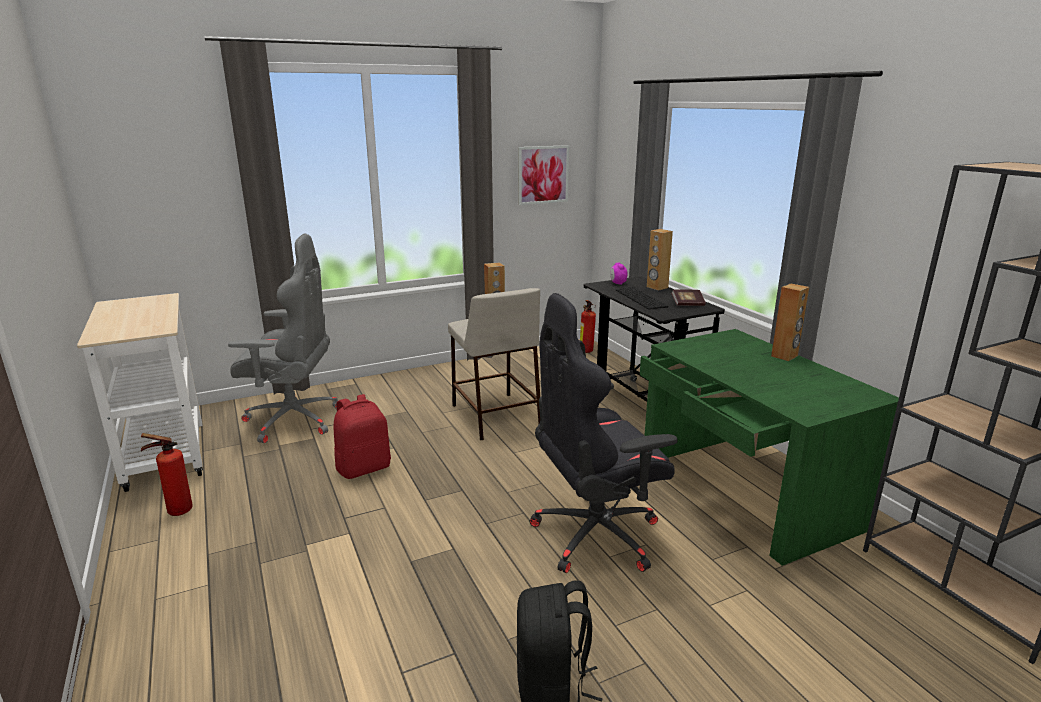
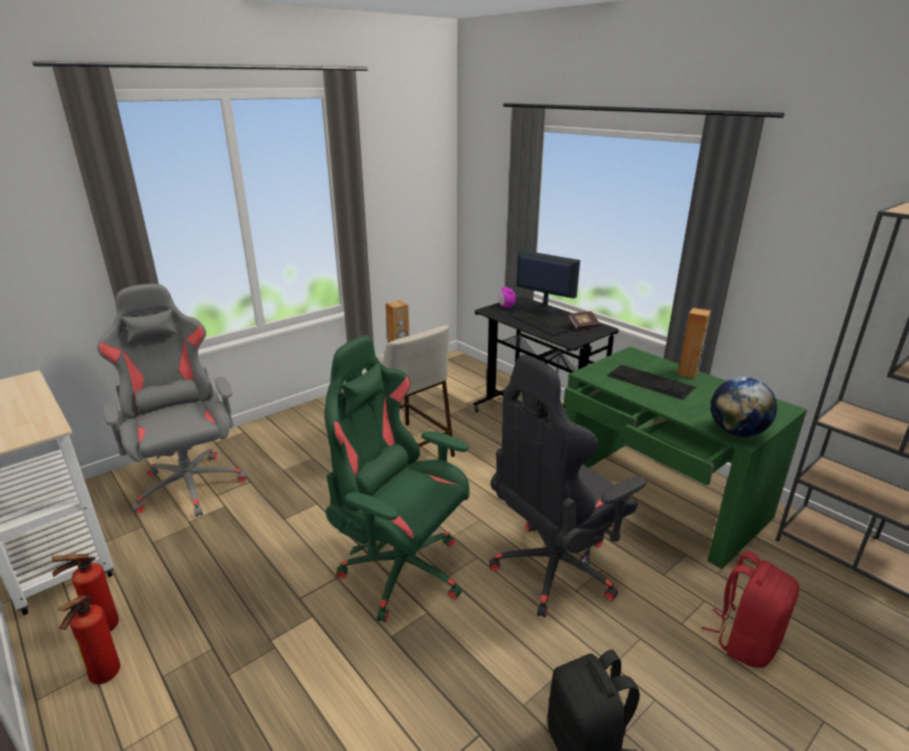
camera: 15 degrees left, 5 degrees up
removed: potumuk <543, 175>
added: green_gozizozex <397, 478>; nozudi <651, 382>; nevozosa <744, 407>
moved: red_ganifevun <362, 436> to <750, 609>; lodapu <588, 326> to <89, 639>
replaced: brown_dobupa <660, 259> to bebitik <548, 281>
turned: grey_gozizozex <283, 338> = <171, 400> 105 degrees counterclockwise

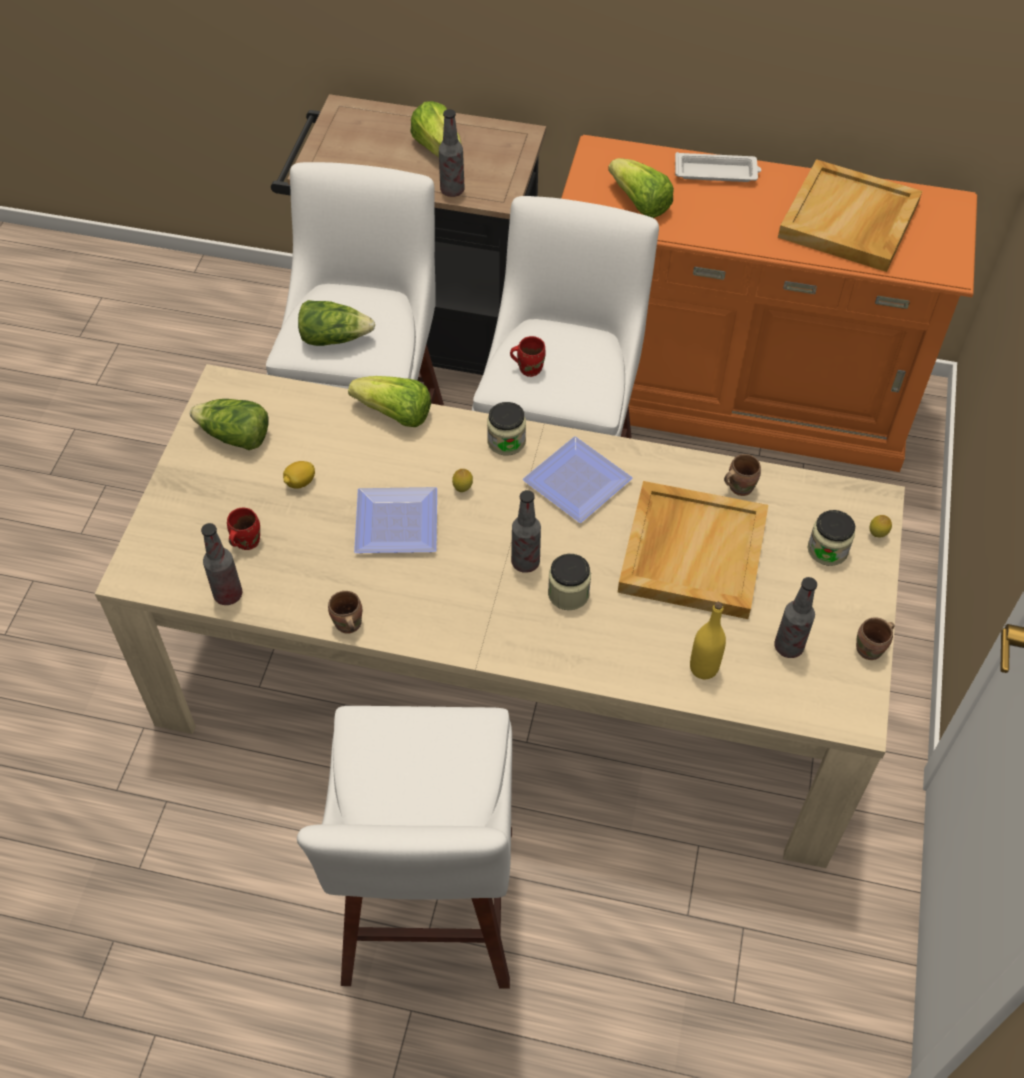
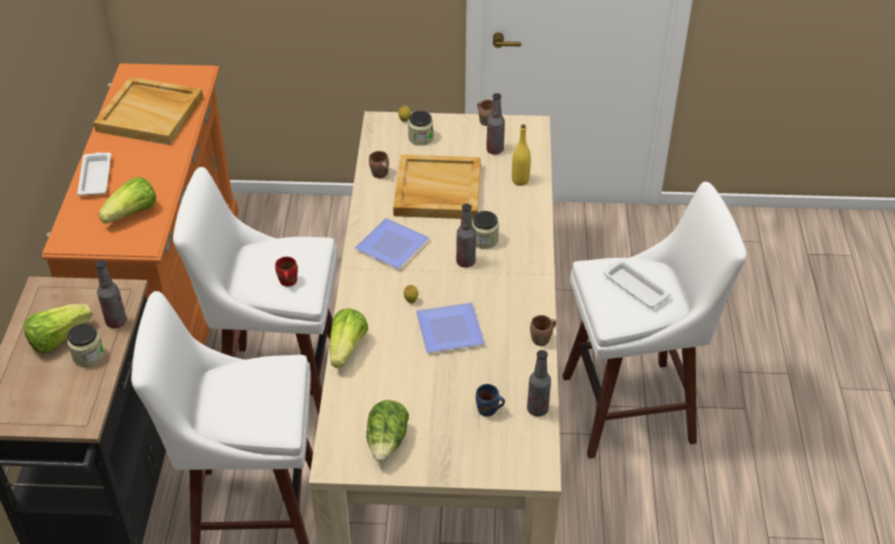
camera: 100 degrees left, 10 degrees down
removed: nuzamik <299, 475>; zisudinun <336, 323>
added: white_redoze <637, 284>
moved: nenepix <506, 428> to <85, 345>
recoloured: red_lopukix <243, 529> to blue_lopukix <490, 400>

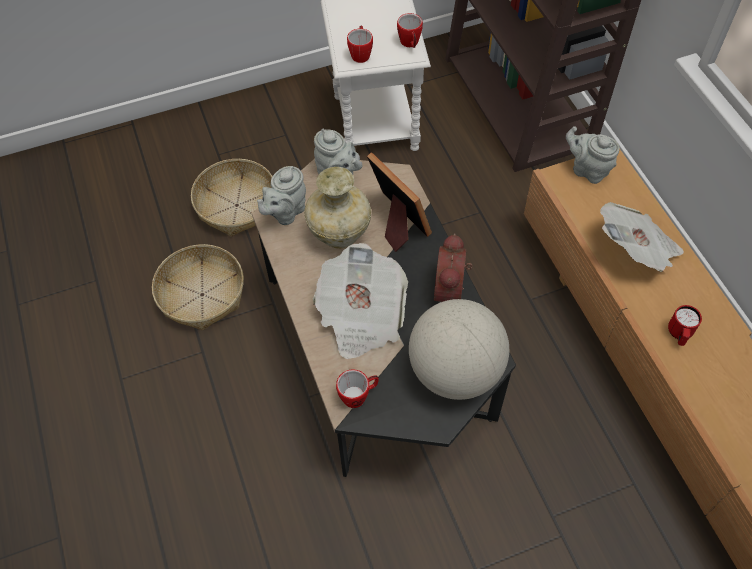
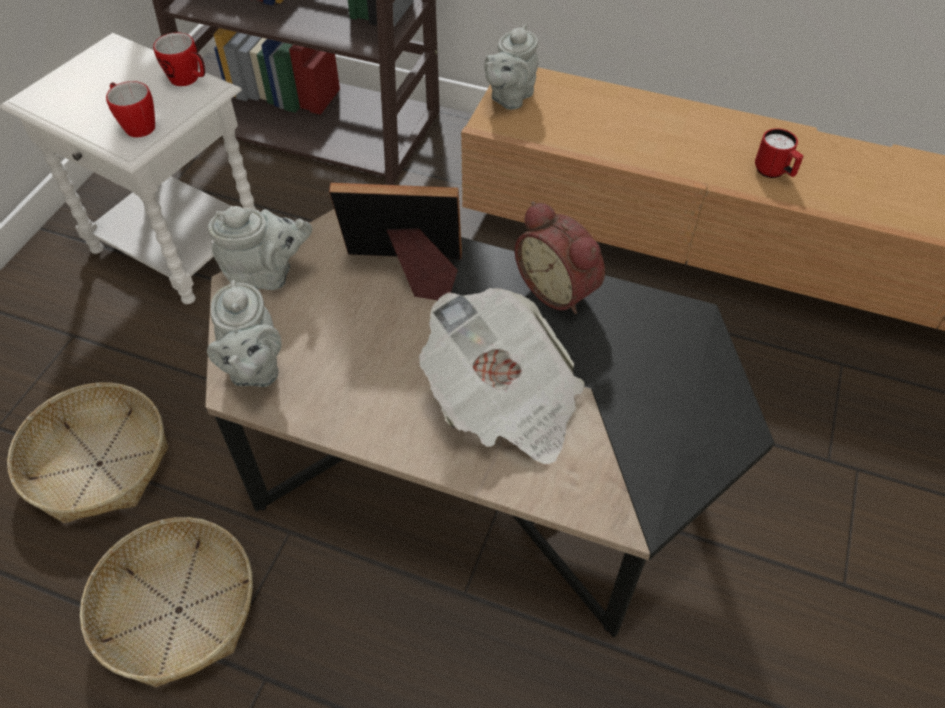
camera: 50 degrees left, 5 degrees down
removed: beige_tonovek <337, 208>; lopukix <357, 388>; nevozosa <459, 349>; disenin <642, 237>
turned: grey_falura <593, 155> = <511, 67> 45 degrees counterclockwise

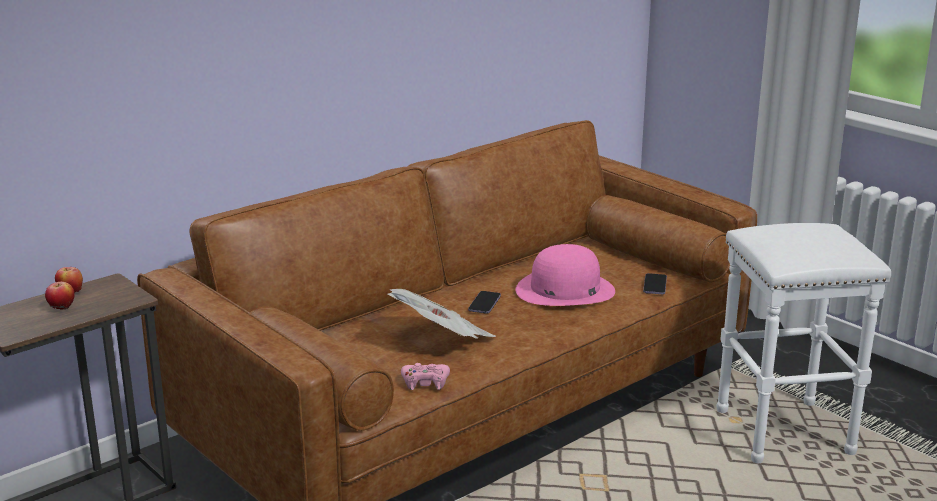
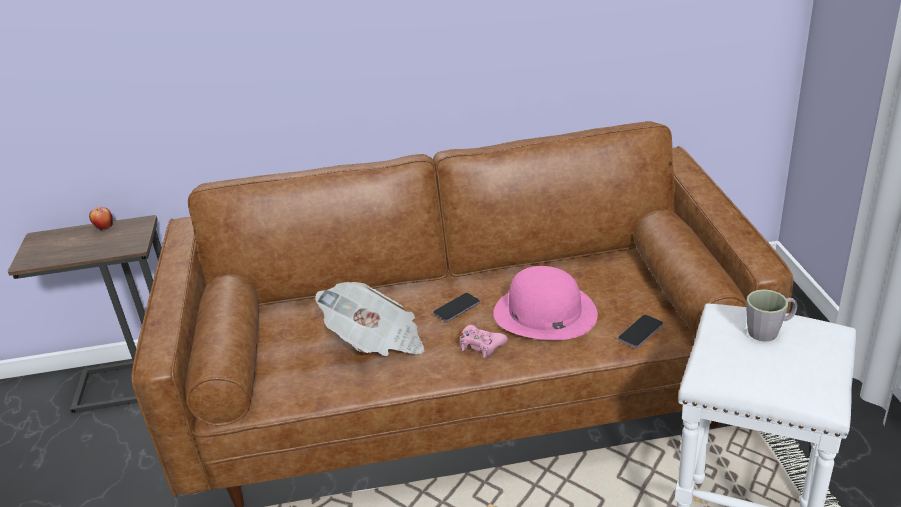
camera: 35 degrees right, 10 degrees up
removed: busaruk <59, 295>
added: grey_lopukix <771, 315>
moved: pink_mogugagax <425, 376> to <484, 341>

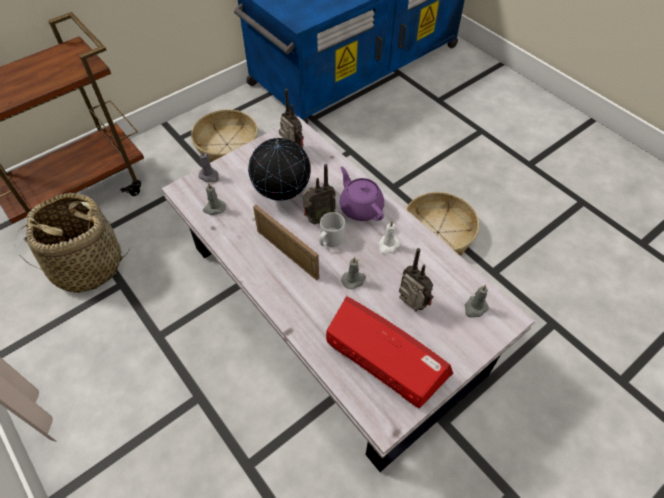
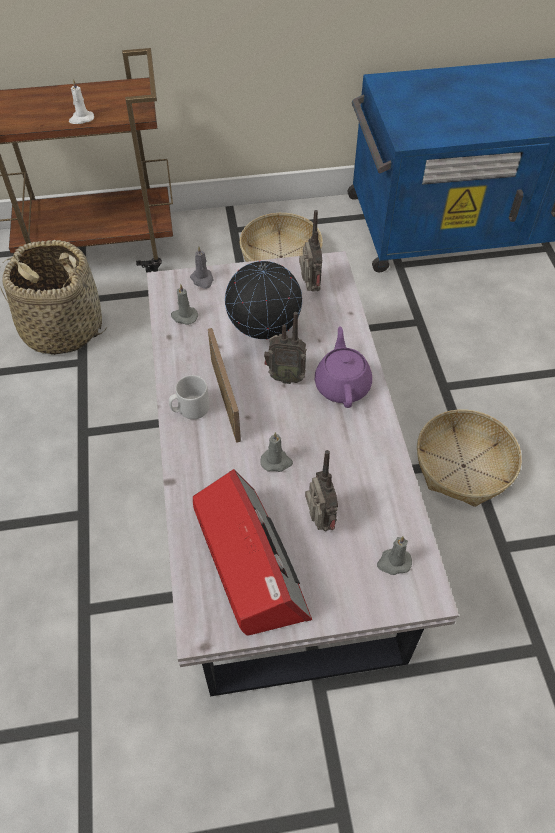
camera: 30 degrees right, 0 degrees up
moved: grey_lopukix <332, 229> to <189, 397>; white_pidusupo <389, 238> to <81, 101>

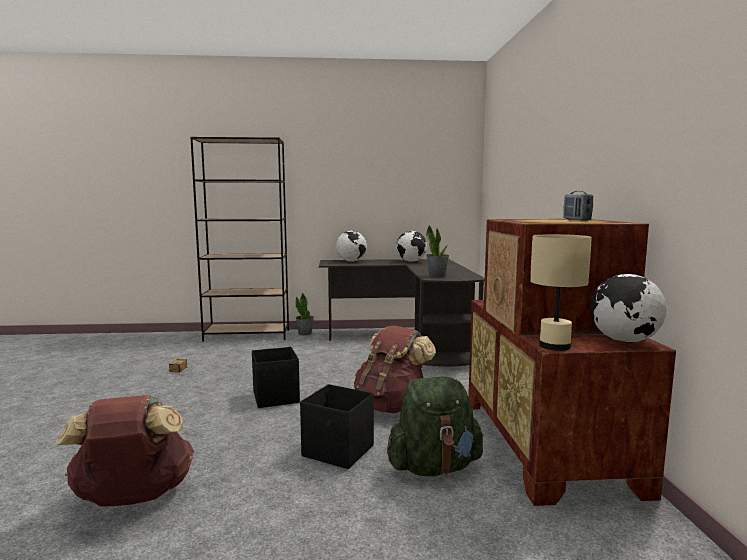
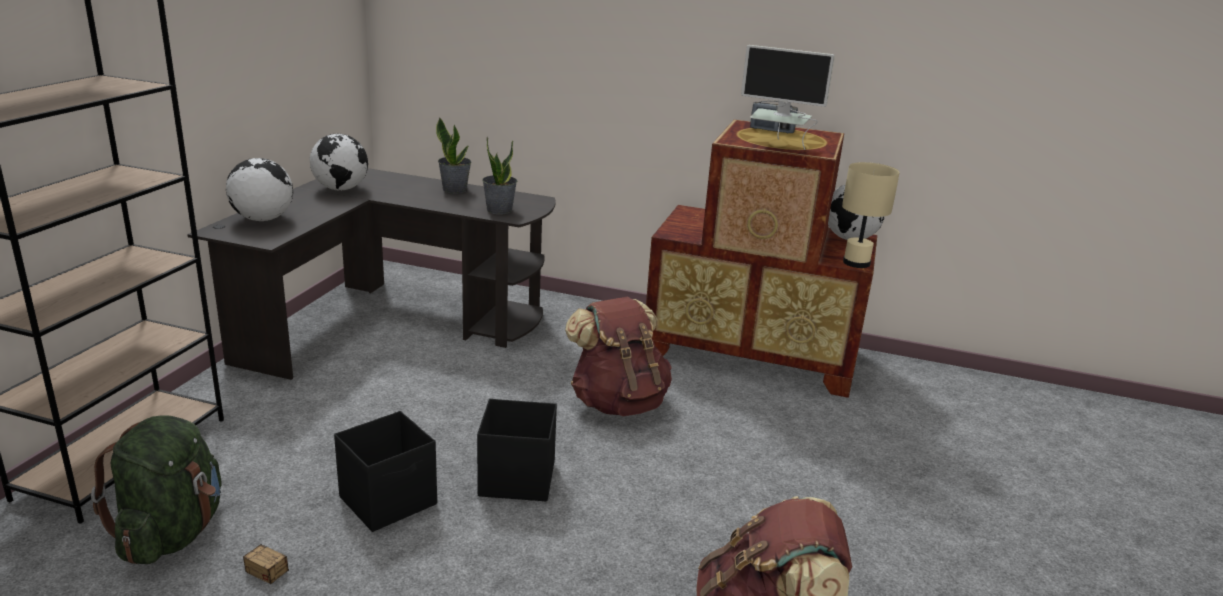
camera: 70 degrees left, 15 degrees up
added: bebitik <788, 97>
moved: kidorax <305, 314> to <453, 155>; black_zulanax <337, 426> to <385, 471>; green_ganifevun <435, 426> to <156, 489>

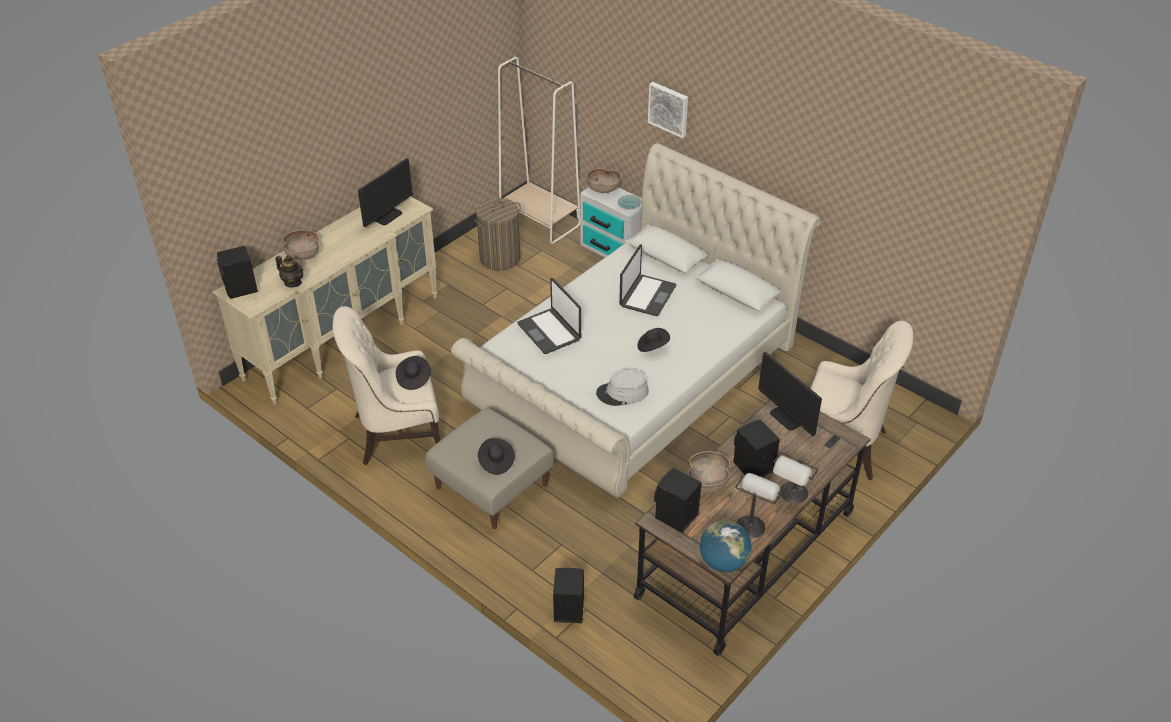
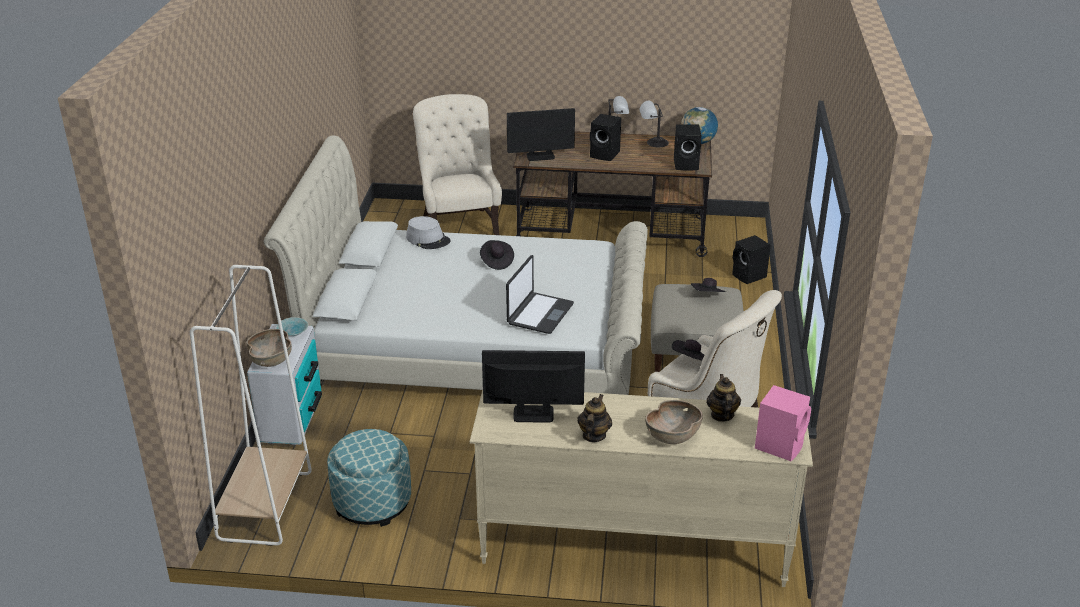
camera: 125 degrees left, 10 degrees down
removed: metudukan <647, 280>; potumuk <668, 110>; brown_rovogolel <709, 472>
added: falura <594, 418>
moved: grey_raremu <622, 387> to <428, 232>
replaced: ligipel <497, 234> to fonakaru <369, 478>
recoloured: black_dobupa <237, 272> to pink_dobupa <783, 423>
turned: bebitik <790, 394> = <541, 134> 60 degrees clockwise

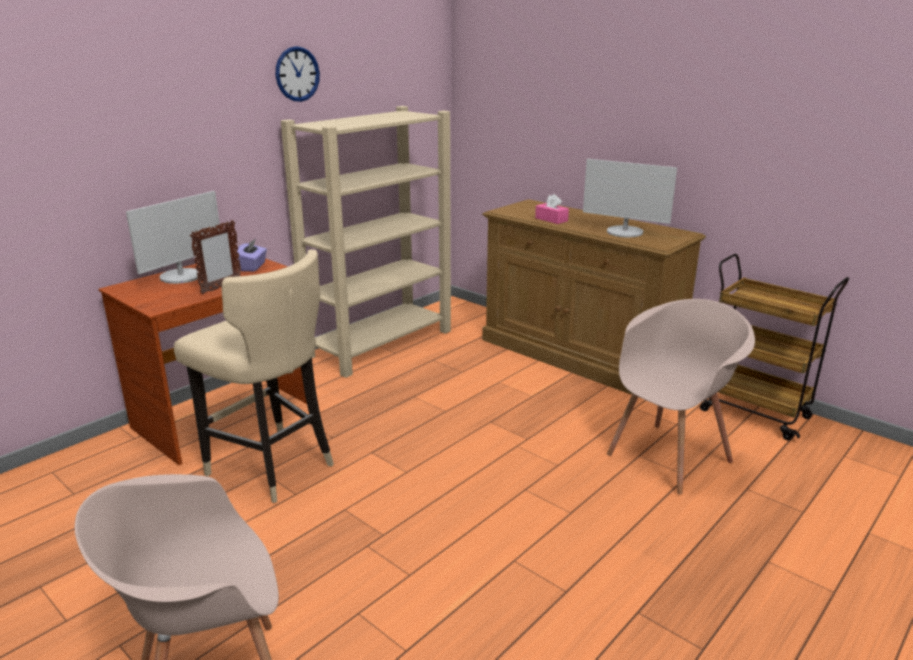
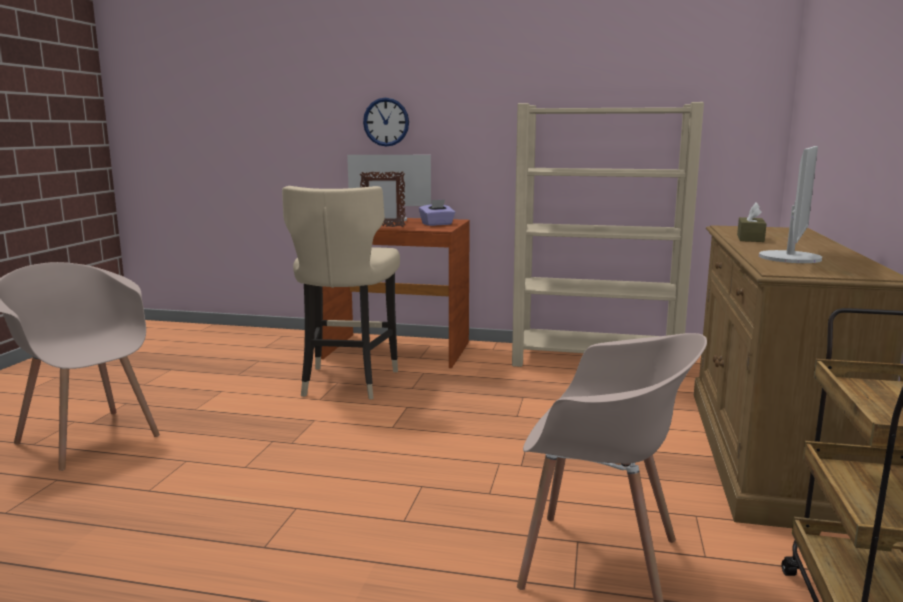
camera: 60 degrees right, 10 degrees down
moved: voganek <298, 74> to <386, 122>
recoloured: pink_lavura <552, 209> to brown_lavura <752, 222>
turned: bebitik <630, 198> = <790, 204> 150 degrees counterclockwise

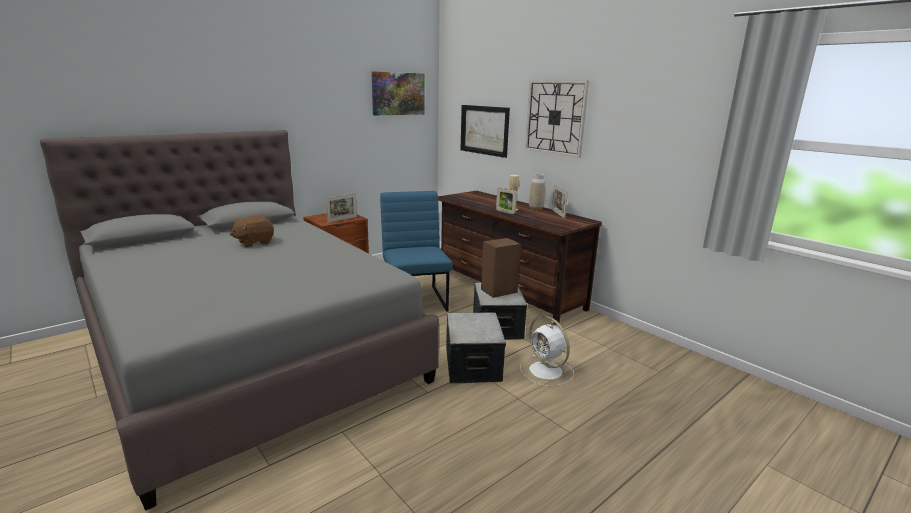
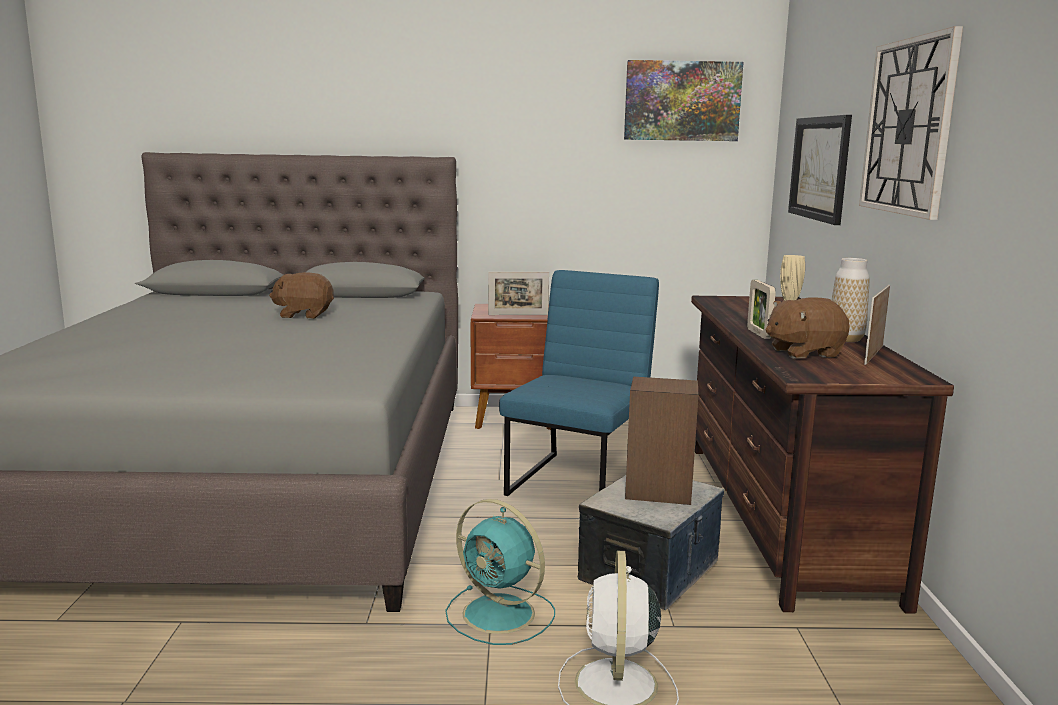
camera: 40 degrees right, 5 degrees down
added: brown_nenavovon <807, 328>
replaced: zulanax <476, 348> to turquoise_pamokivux <500, 572>

